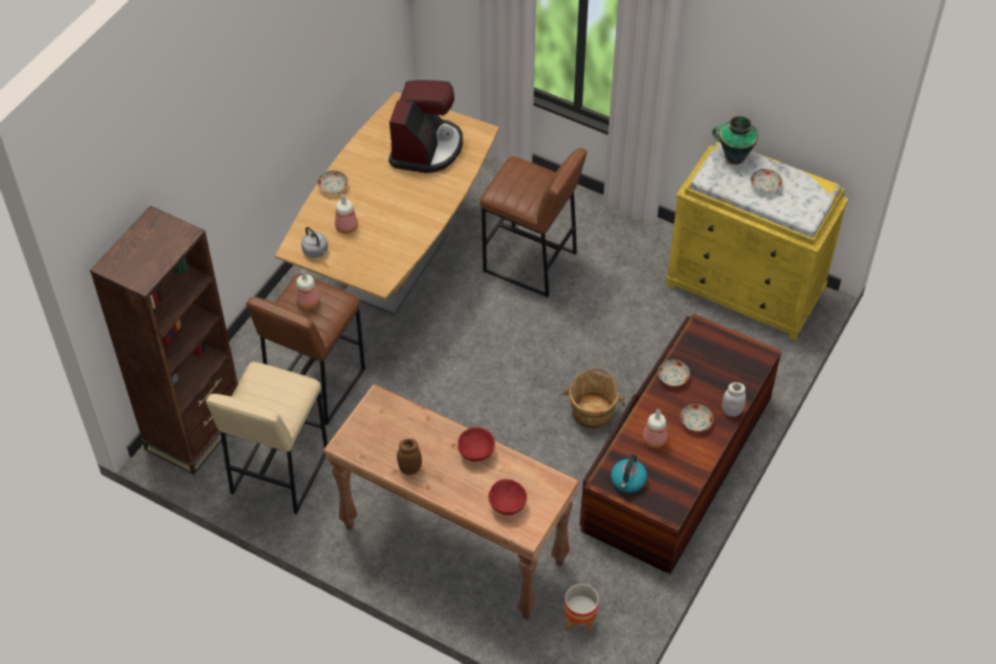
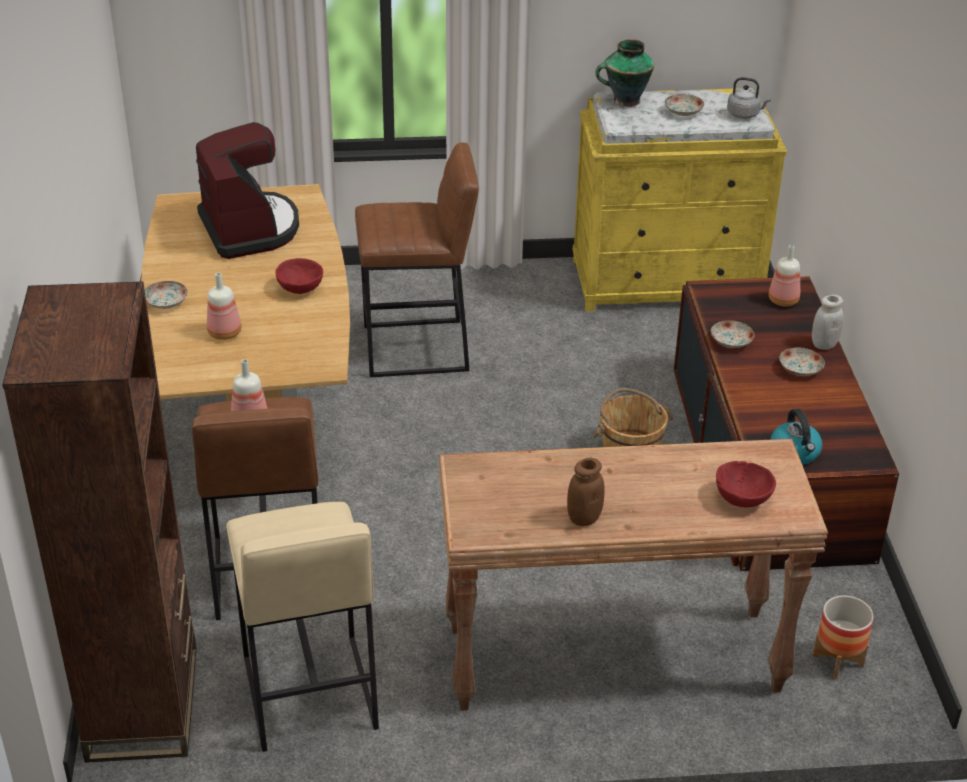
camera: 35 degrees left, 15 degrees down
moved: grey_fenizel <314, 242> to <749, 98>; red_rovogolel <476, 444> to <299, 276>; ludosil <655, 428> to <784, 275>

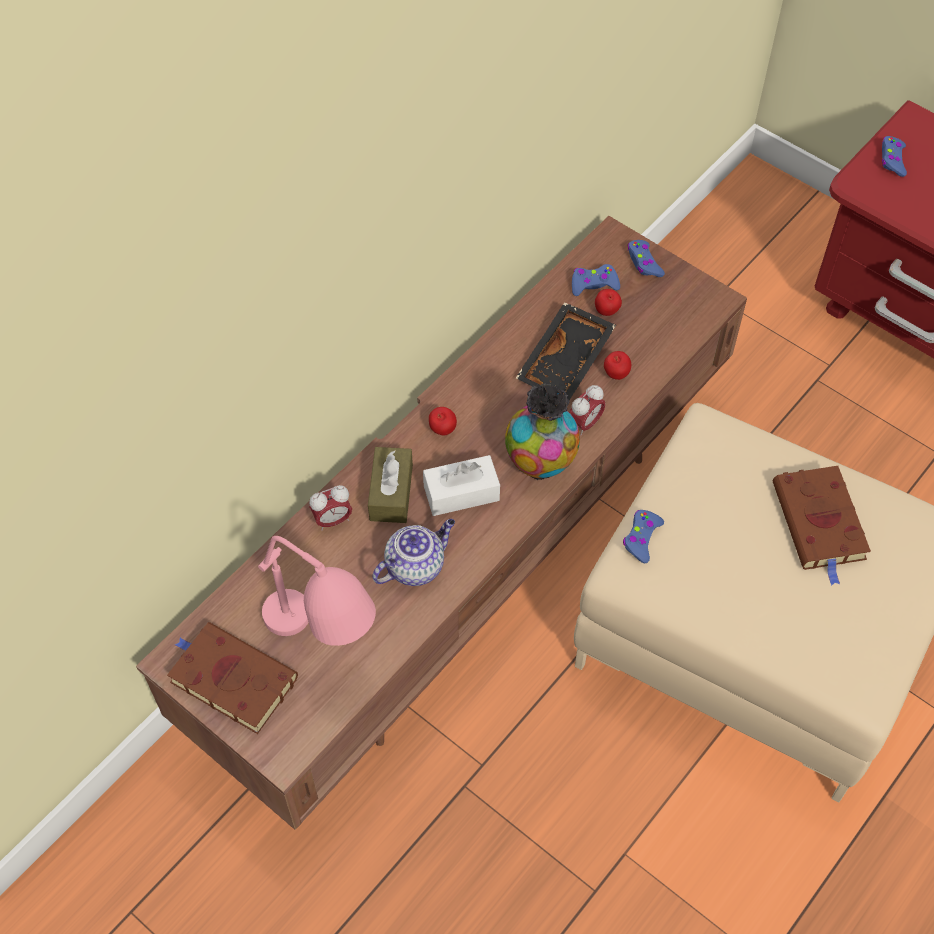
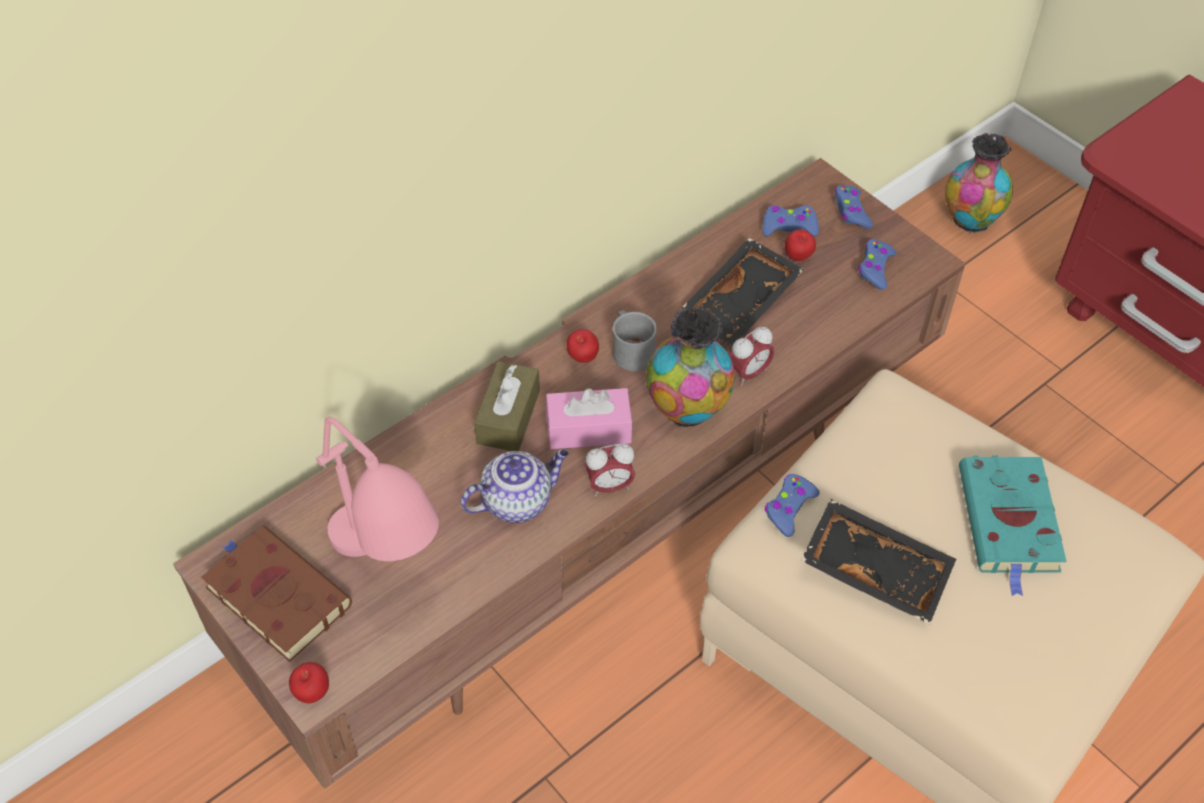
camera: 10 degrees right, 5 degrees down
added: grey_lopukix <635, 340>; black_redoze <878, 561>; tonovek <979, 183>
moved: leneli <330, 508> to <610, 470>; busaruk <617, 365> to <309, 682>; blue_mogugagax <894, 156> to <877, 264>
recoloured: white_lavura <461, 485> to pink_lavura <589, 418>; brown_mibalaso <822, 526> to turquoise_mibalaso <1012, 526>

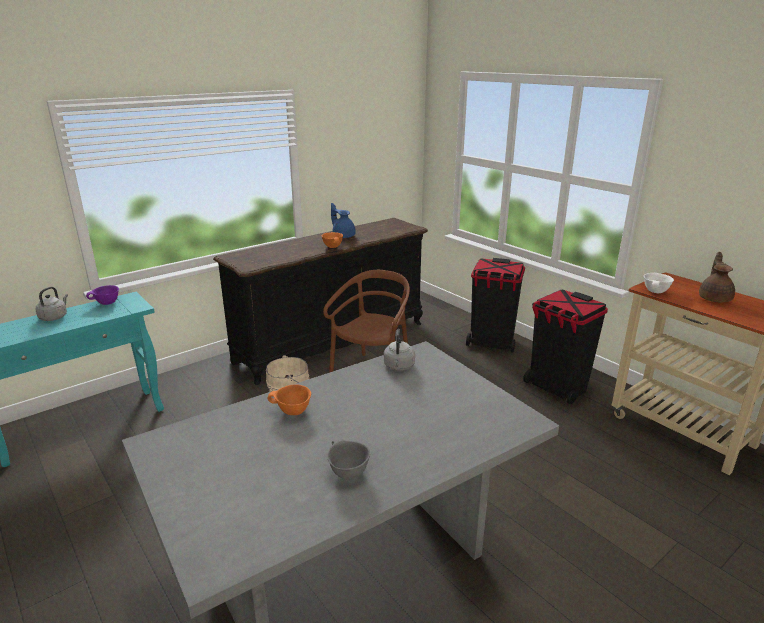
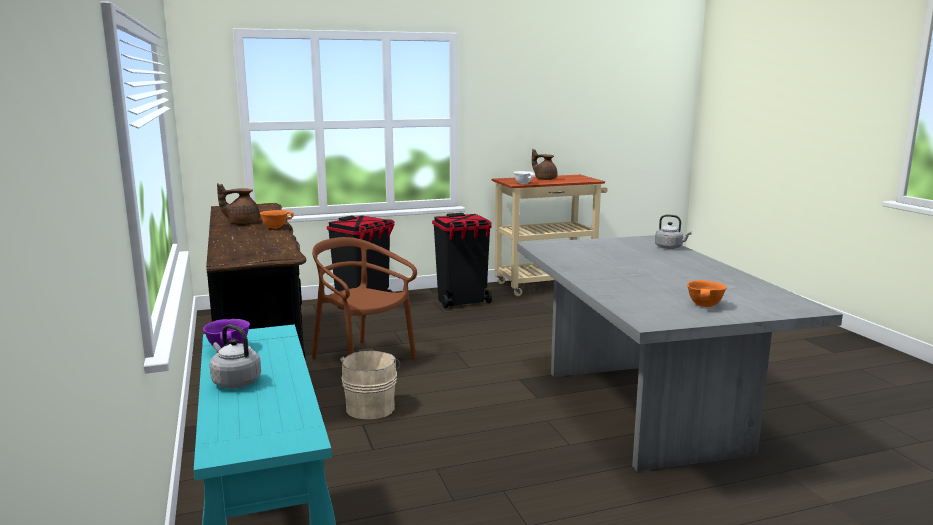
camera: 70 degrees left, 10 degrees down
removed: grey_rovogolel <349, 459>
moved: orange_rovogolel <289, 399> to <707, 293>; grey_fenizel <399, 350> to <673, 231>
recoloured: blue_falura <343, 220> to brown_falura <238, 203>

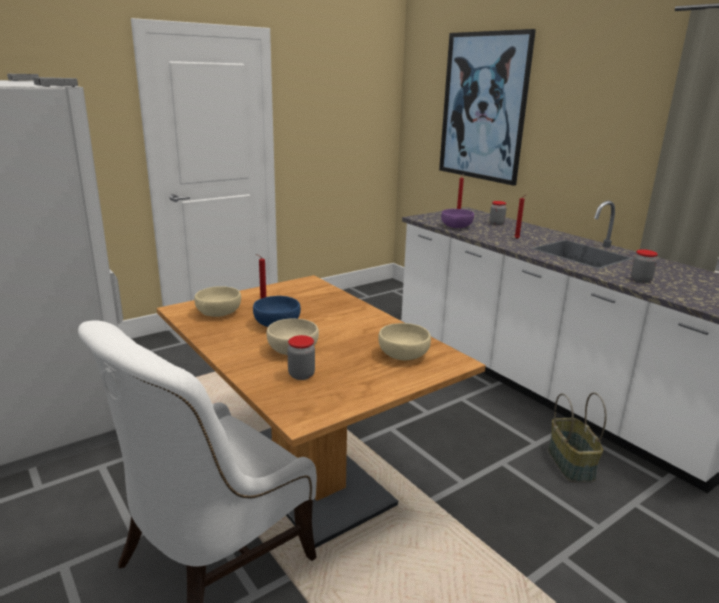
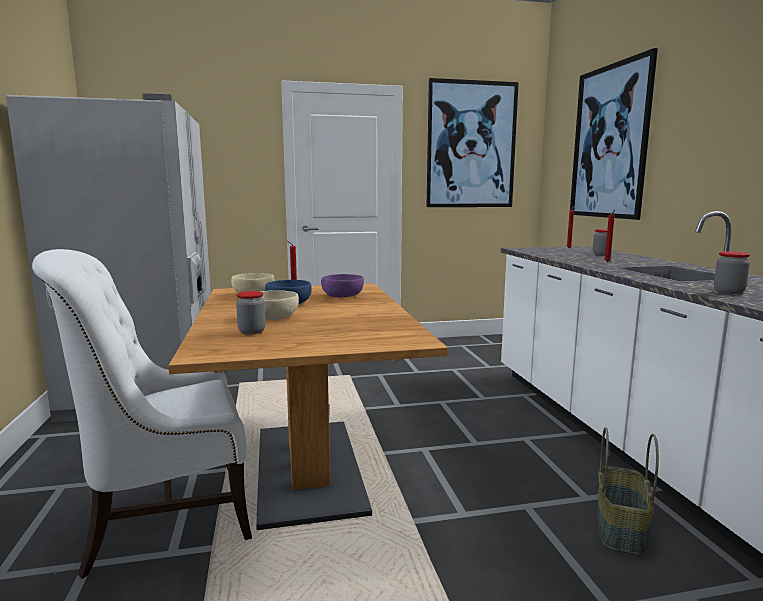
camera: 25 degrees right, 10 degrees down
removed: beige_rovogolel <404, 341>
added: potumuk <472, 142>
moved: purple_rovogolel <457, 218> to <342, 286>

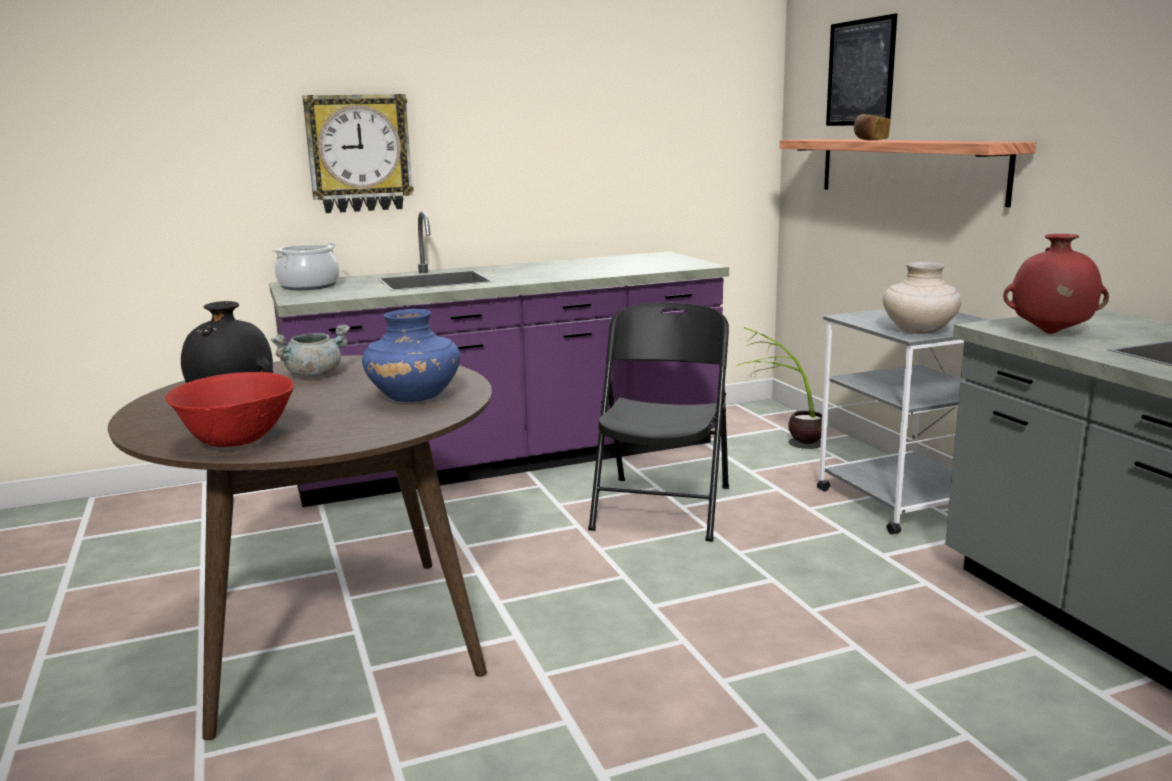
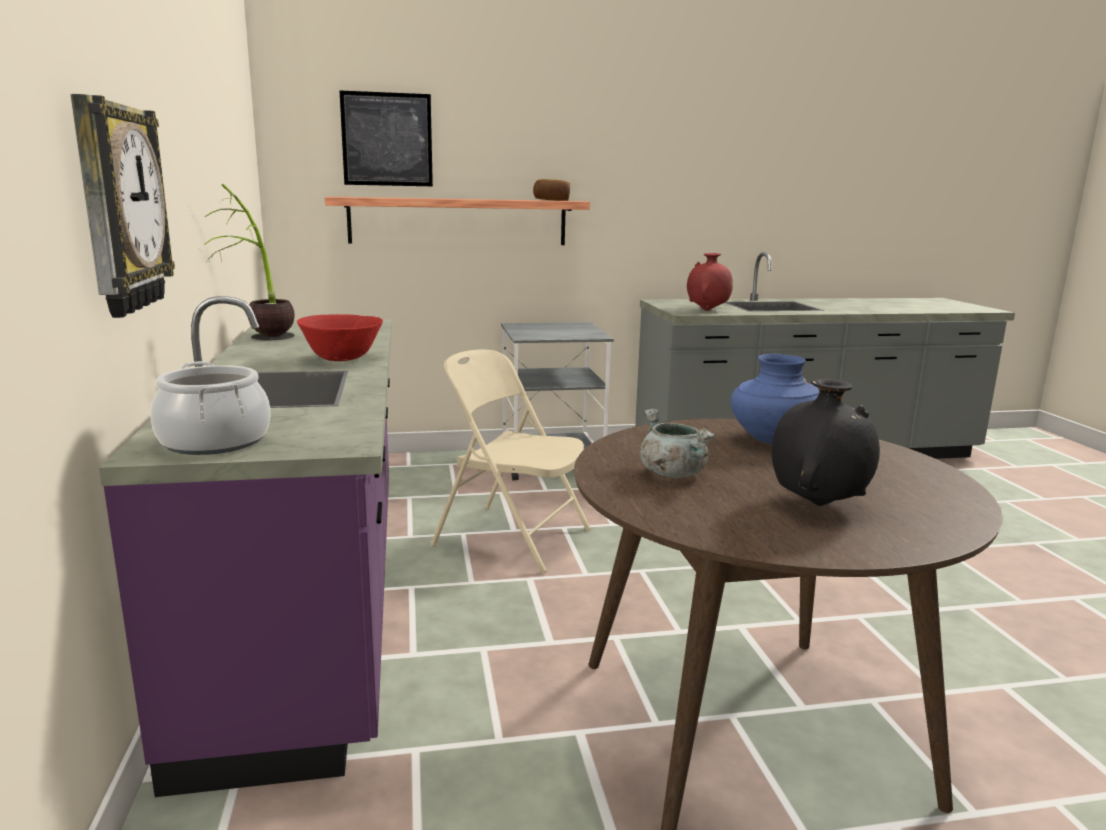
camera: 80 degrees left, 0 degrees up
removed: beige_tonovek <922, 298>
moved: red_rovogolel <229, 409> to <340, 337>; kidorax <779, 388> to <249, 262>; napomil <872, 127> to <551, 190>
recoloured: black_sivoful <658, 422> to beige_sivoful <510, 462>

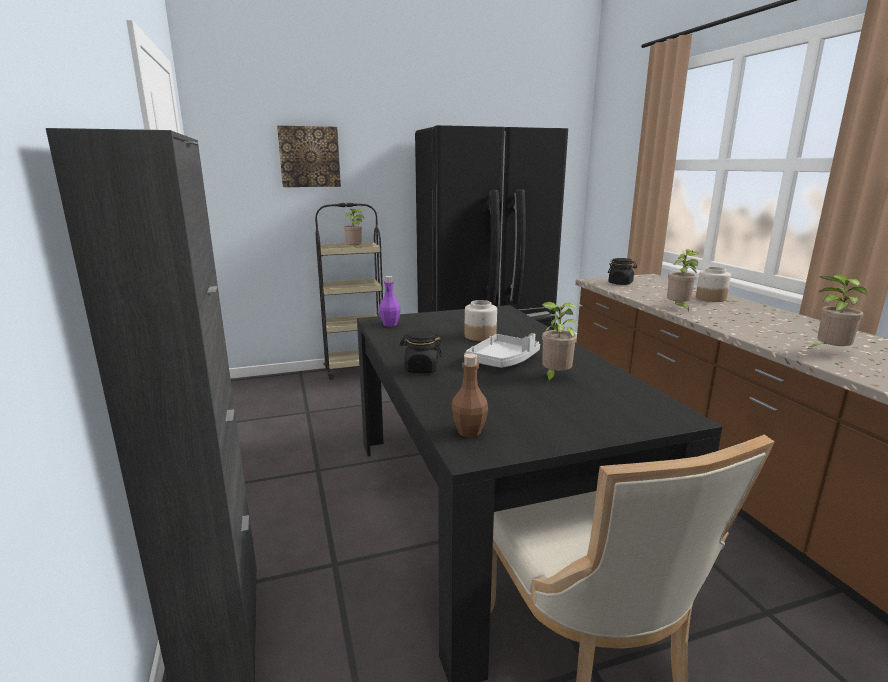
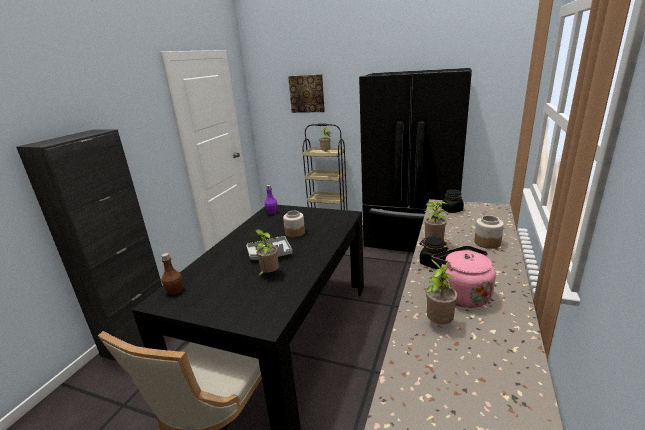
camera: 40 degrees right, 5 degrees up
added: pink_fenizel <464, 277>
moved: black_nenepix <421, 351> to <434, 252>

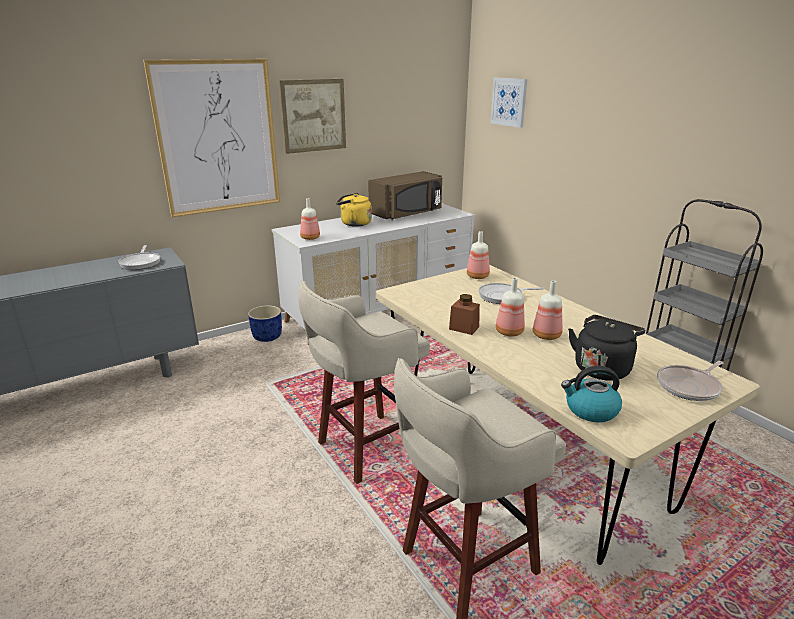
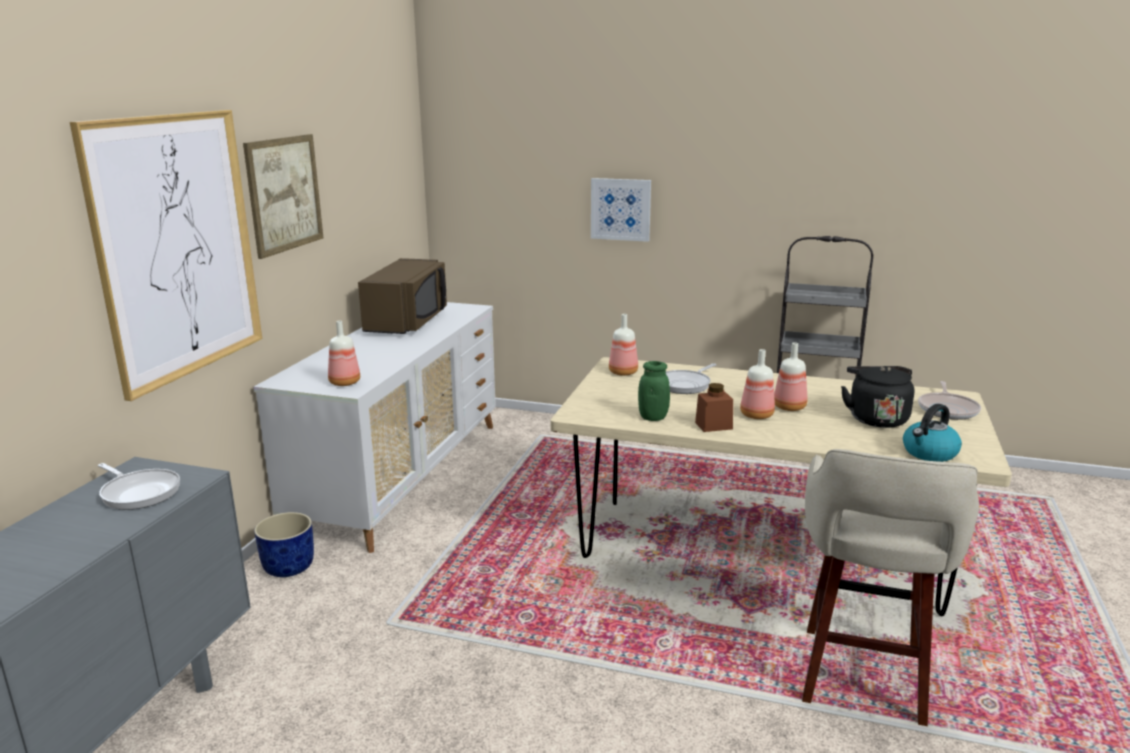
camera: 40 degrees left, 5 degrees down
removed: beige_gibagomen <364, 382>; yellow_fenizel <354, 210>
added: green_nenepix <654, 391>
moved: potumuk <509, 103> to <621, 210>

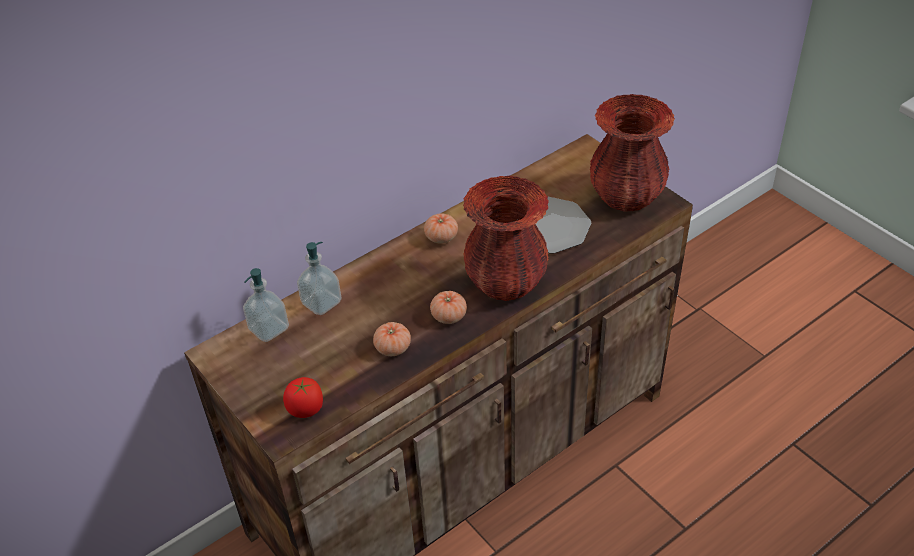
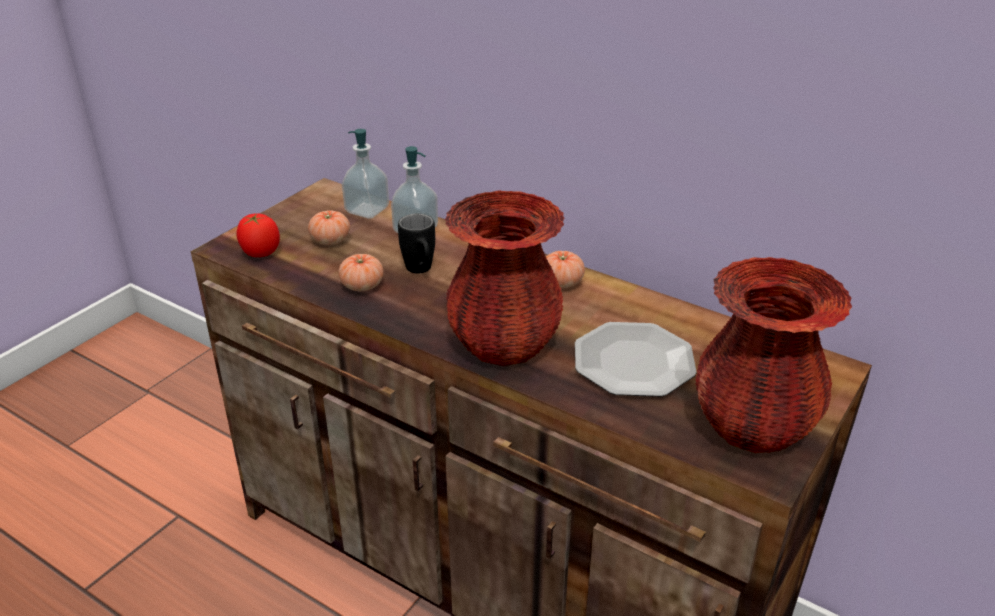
camera: 70 degrees right, 10 degrees down
added: black_lopukix <416, 243>
moved: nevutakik <448, 307> to <329, 227>

